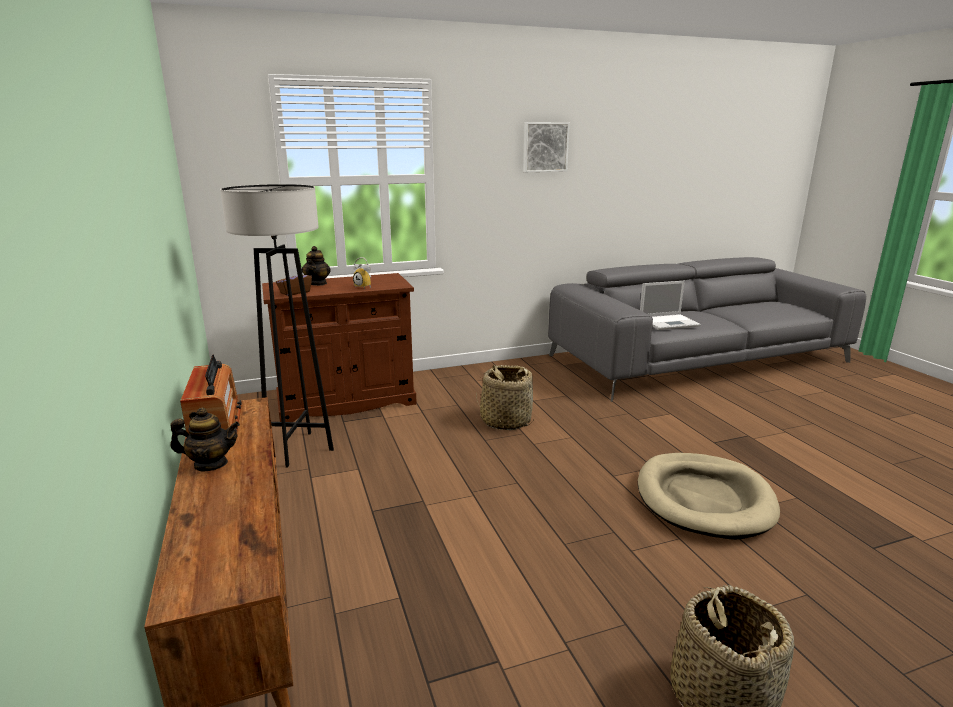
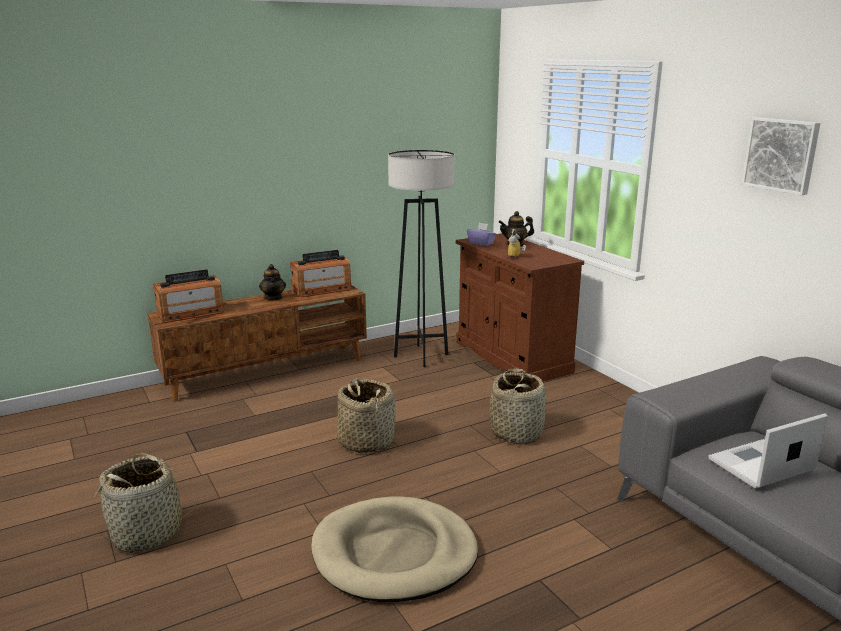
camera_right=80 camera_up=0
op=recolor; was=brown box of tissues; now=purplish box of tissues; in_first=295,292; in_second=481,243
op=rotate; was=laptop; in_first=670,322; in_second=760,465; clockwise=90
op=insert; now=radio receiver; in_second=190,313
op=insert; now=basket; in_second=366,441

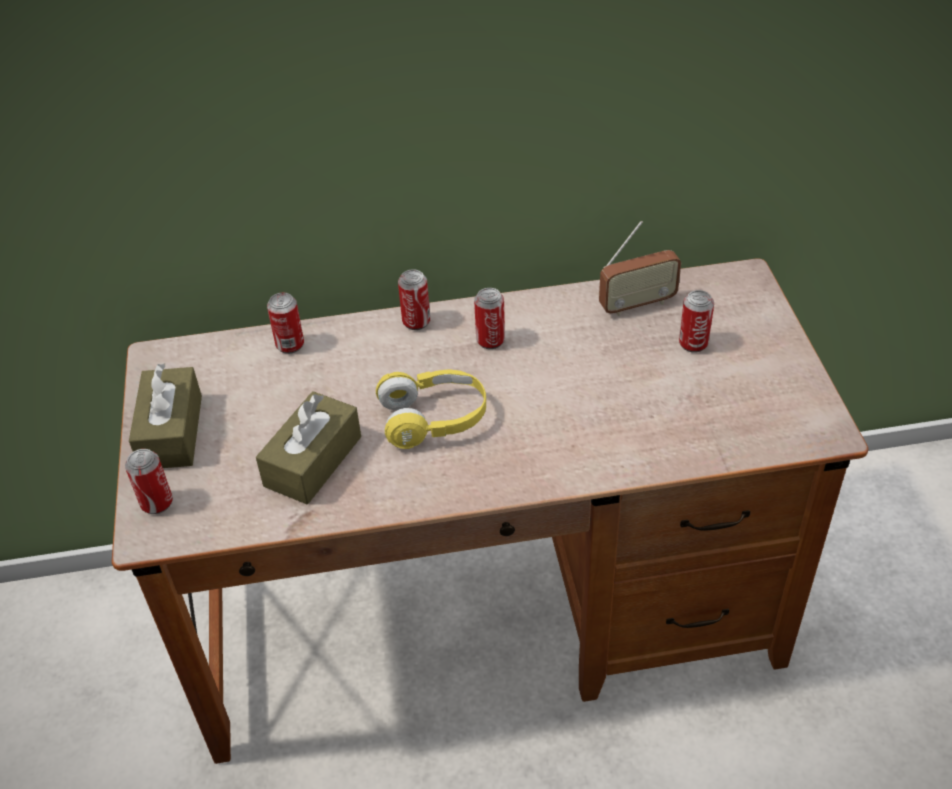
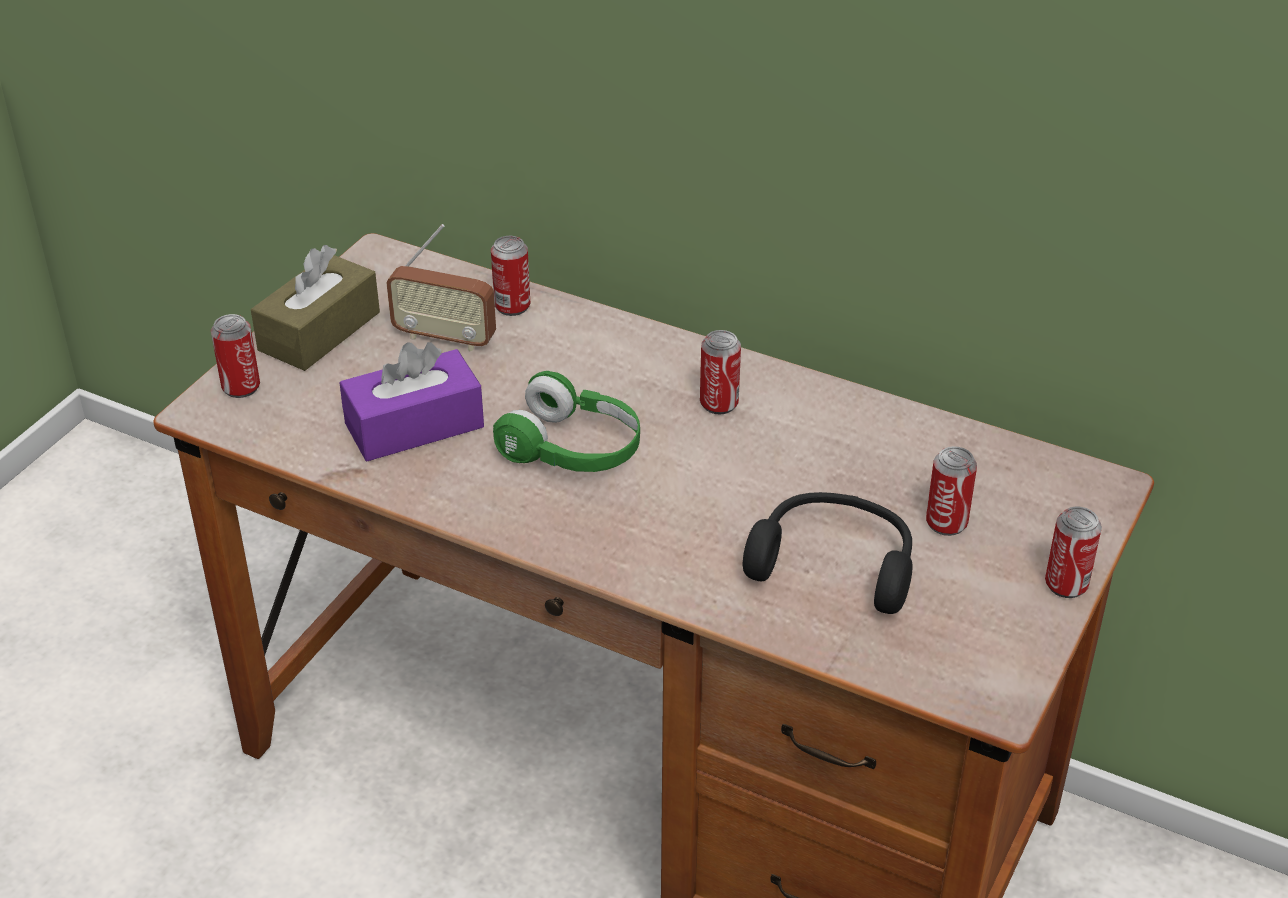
camera_right=35 camera_up=-5
op=move; was=radio receiver; in_first=637,304; in_second=445,338
op=move; was=metal can; in_first=416,322; in_second=1066,585
op=recolor; was=yellowish headset; now=greenish headset; in_first=434,419; in_second=572,449
op=recolor; was=brown box of tissues; now=purplish box of tissues; in_first=313,461; in_second=414,425
op=insert; now=black-coloured headset; in_second=834,564

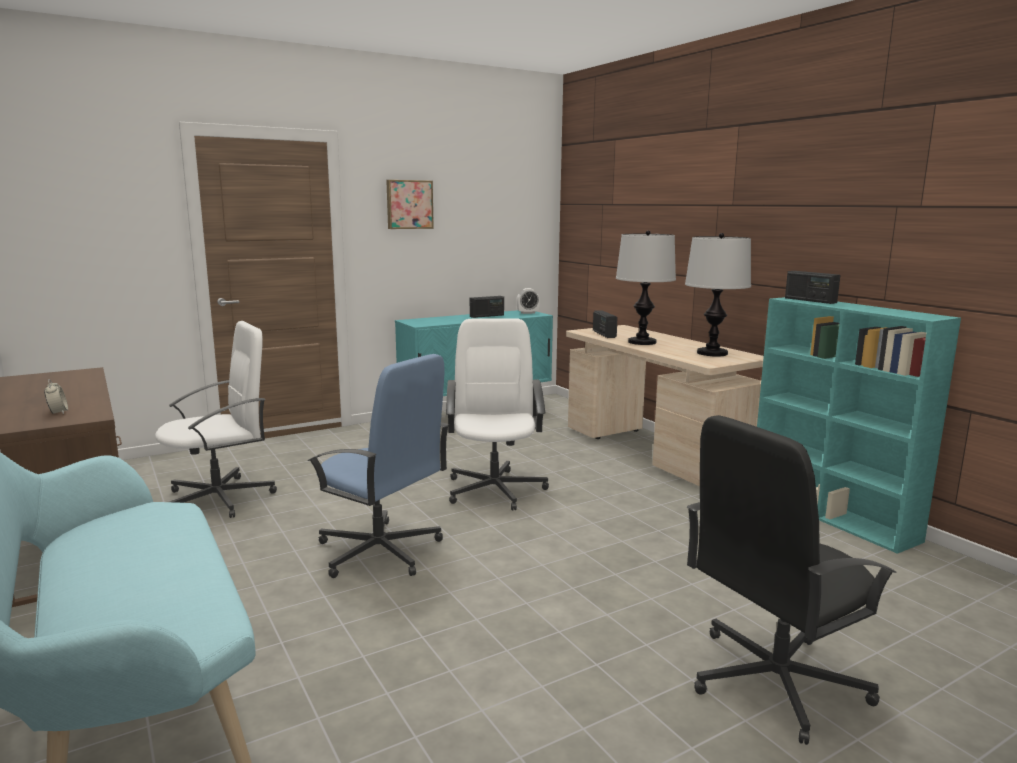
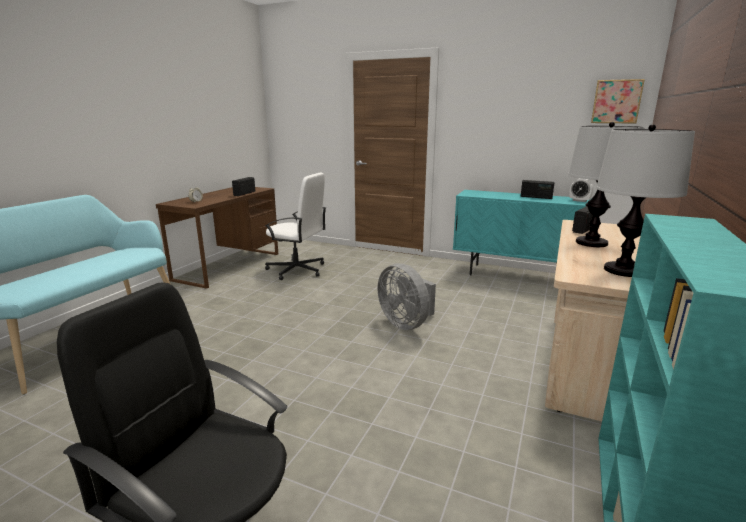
camera_right=55 camera_up=5
op=move; was=picture; in_first=409,204; in_second=616,101
op=move; was=radio receiver; in_first=810,300; in_second=244,193
op=replace; was=white computer chair; now=greyish fan; in_first=495,489; in_second=406,323
op=delete; was=blue computer chair; in_first=380,552

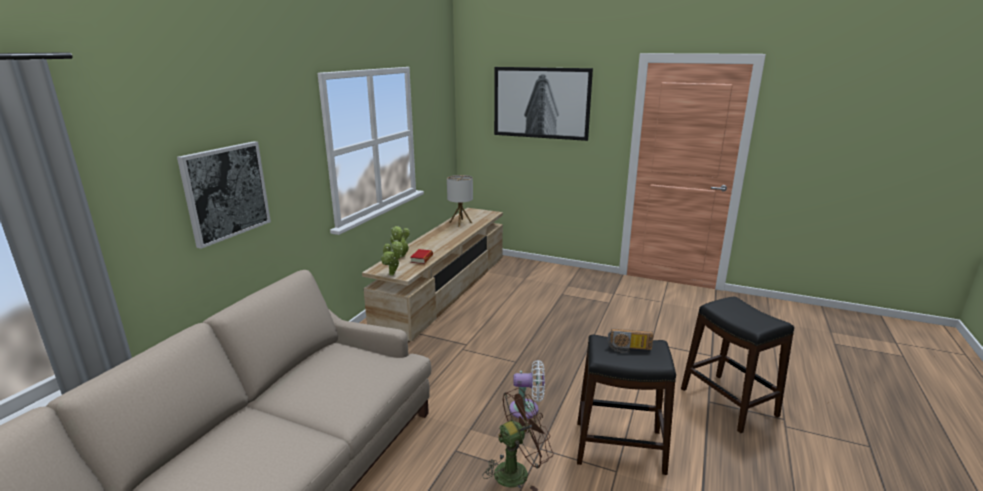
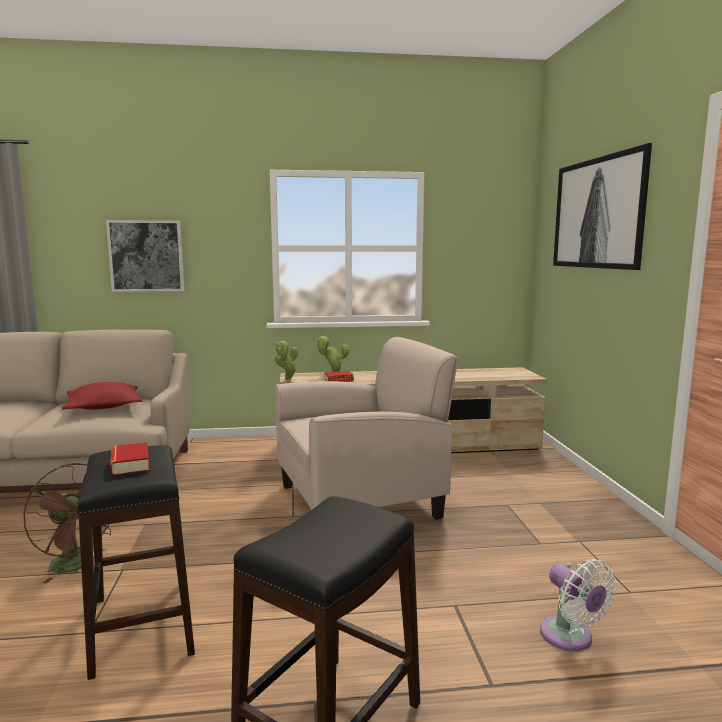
camera_right=60 camera_up=-10
op=delete; was=table lamp; in_first=460,222
op=replace; was=radio receiver; now=volume; in_first=629,349; in_second=130,464
op=move; was=white fan; in_first=527,409; in_second=570,638
op=insert; now=sand-coloured lounge chair; in_second=360,500
op=insert; now=red throw pillow; in_second=104,406

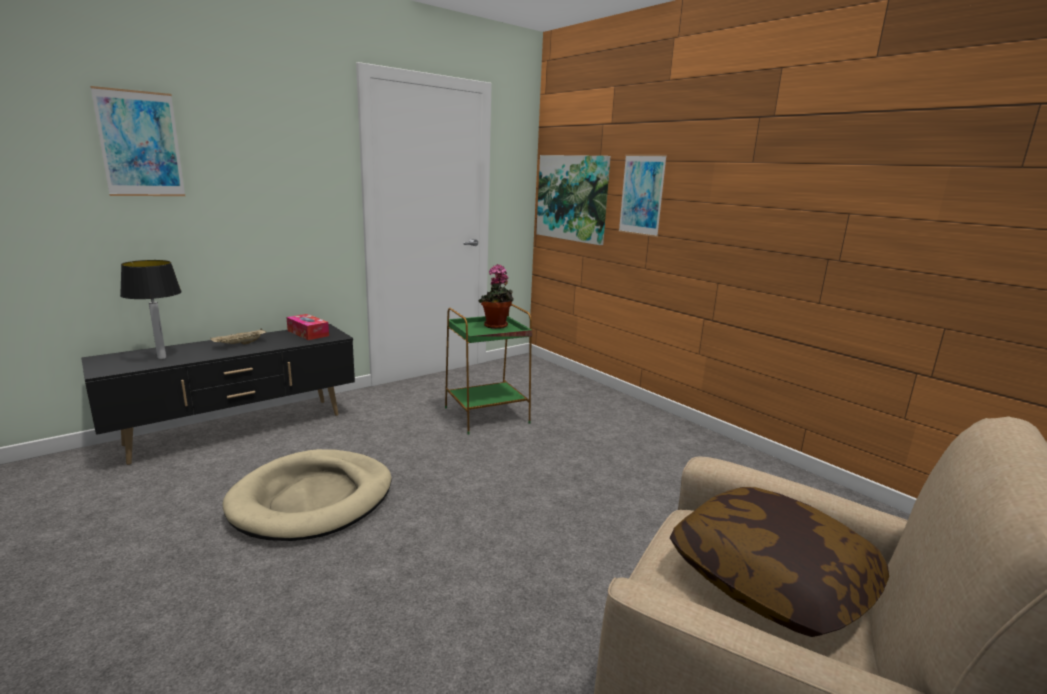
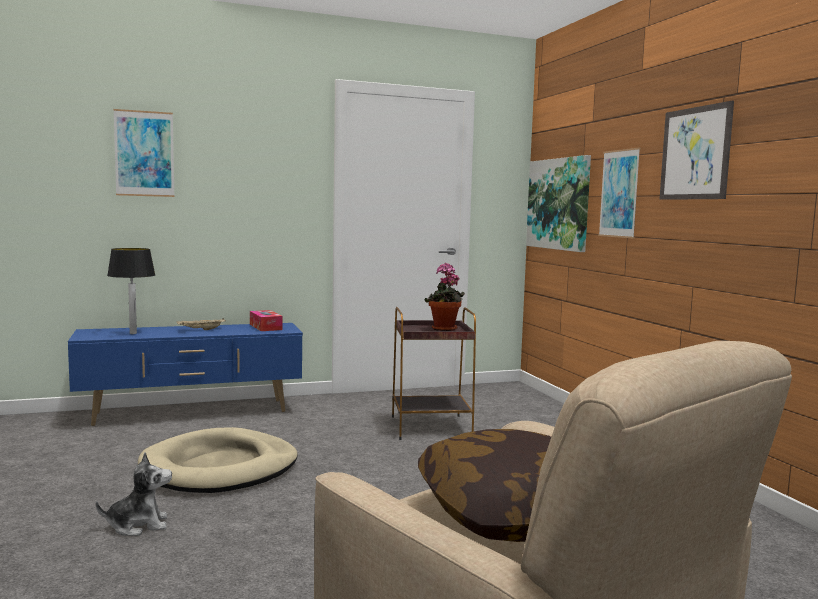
camera_right=20 camera_up=-10
op=recolor; was=greenish end table; now=brown end table; in_first=487,415; in_second=432,427
op=recolor; was=black-coloured tv stand; now=blue tv stand; in_first=239,430; in_second=192,413
op=insert; now=picture; in_second=695,153
op=insert; now=cuddly toy; in_second=138,525

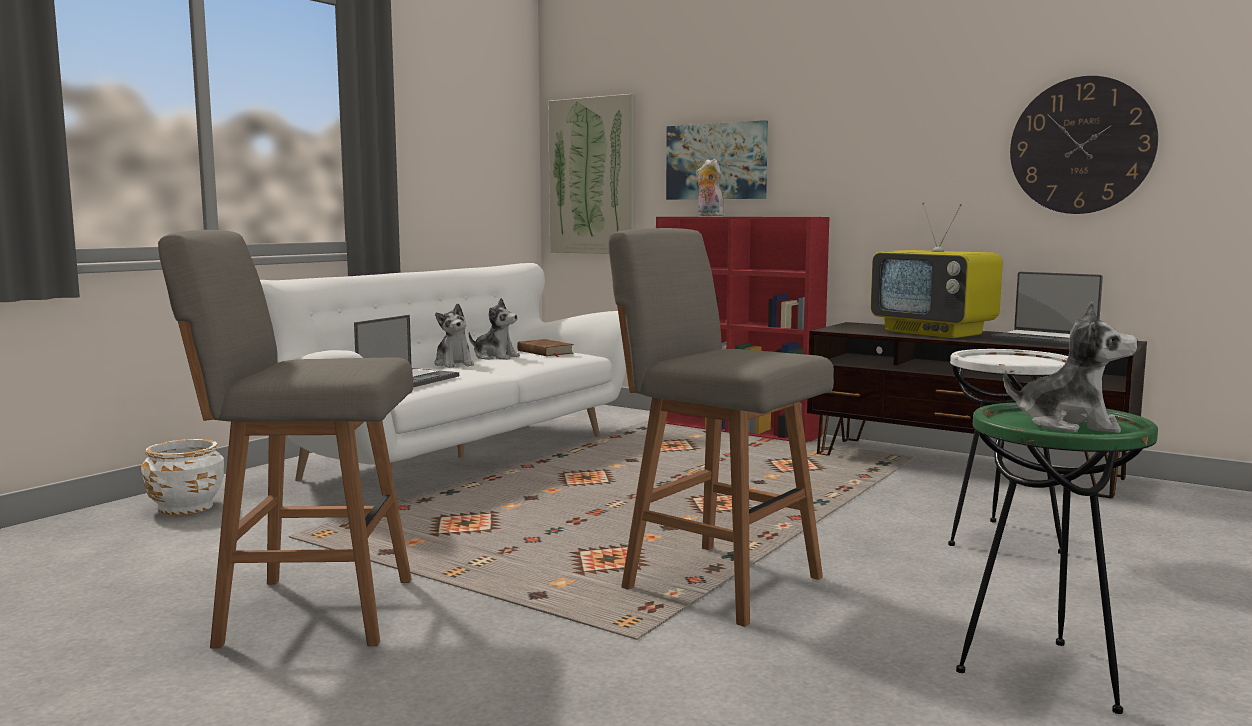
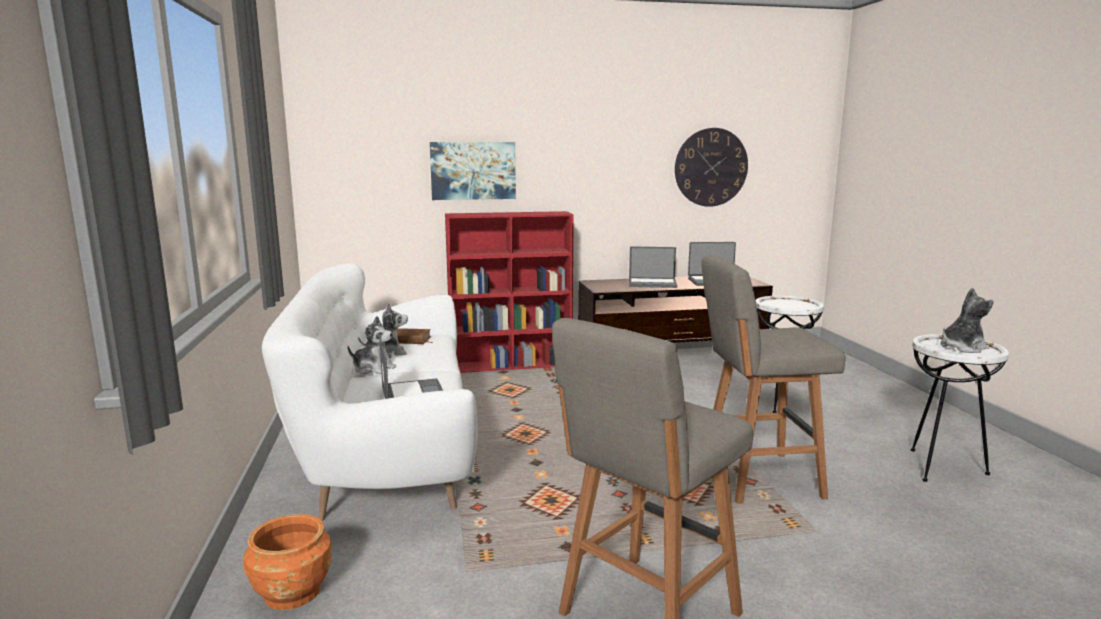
camera_right=-45 camera_up=5
op=delete; was=picture; in_first=593,176
op=delete; was=cuddly toy; in_first=708,216
op=replace; was=TV; now=laptop; in_first=934,333; in_second=653,283
op=recolor; was=greenish end table; now=white end table; in_first=1044,673; in_second=940,467
op=recolor; was=white flower pot; now=orangey flower pot; in_first=186,507; in_second=292,592

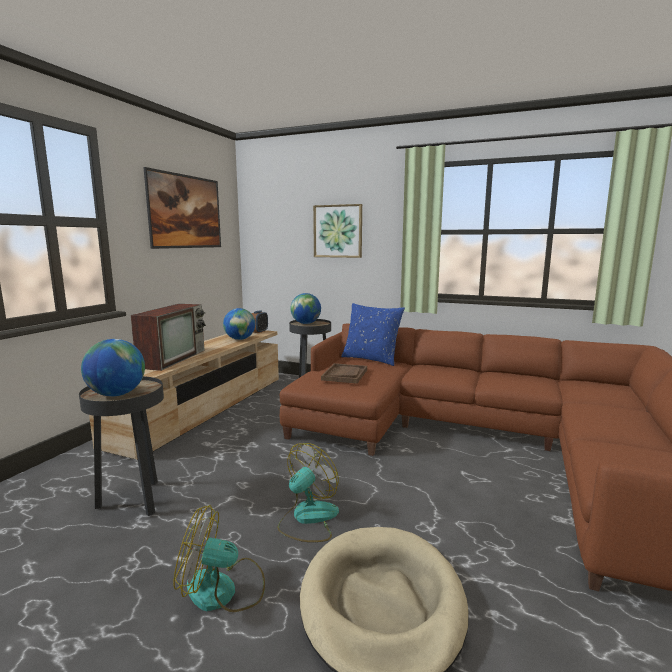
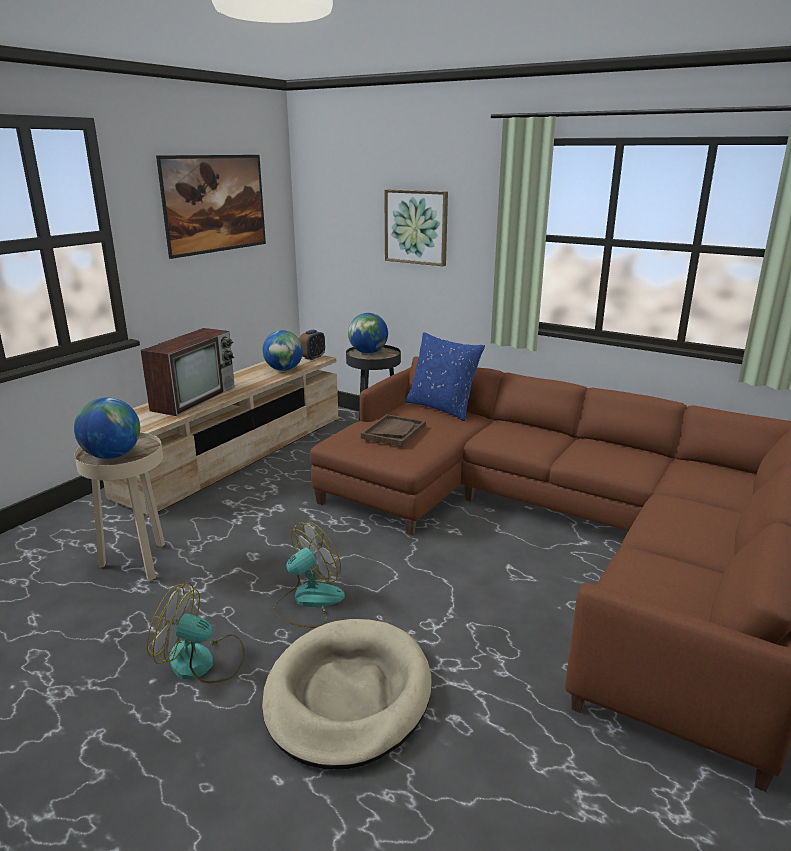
camera_right=10 camera_up=10
op=recolor; was=black-coloured end table; now=sand-coloured end table; in_first=134,501; in_second=138,563

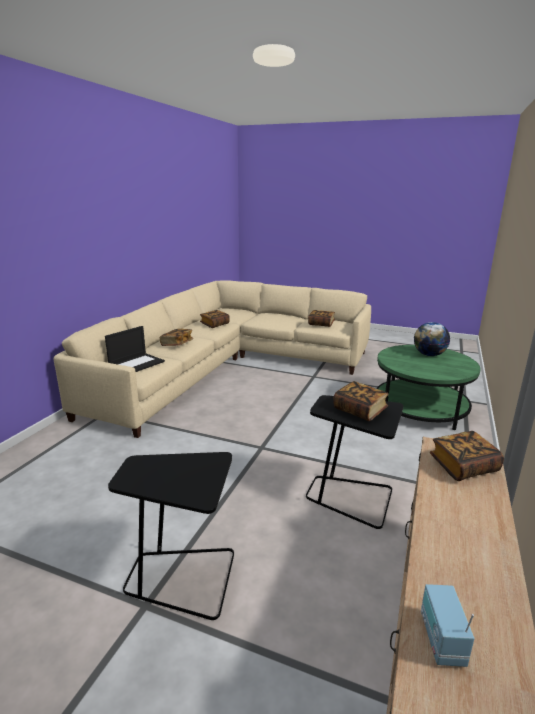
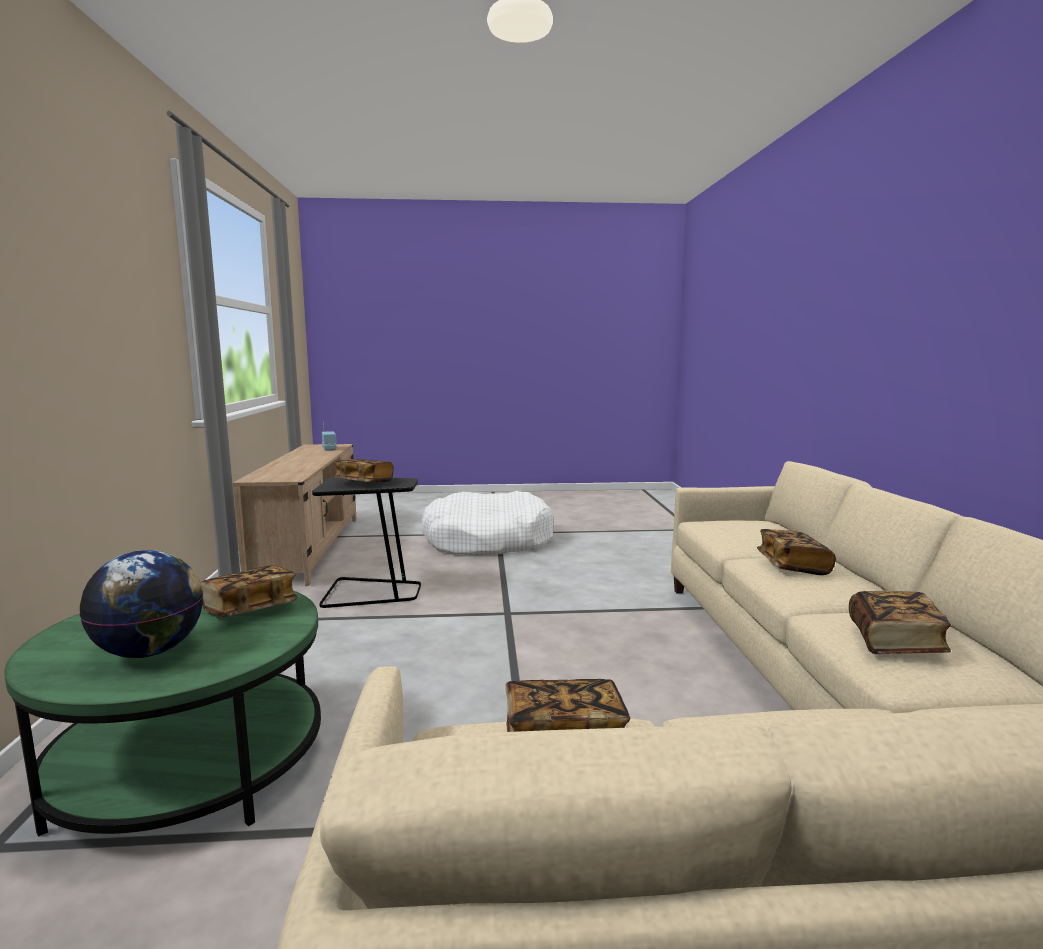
camera_right=155 camera_up=-10
op=delete; was=laptop; in_first=137,364
op=move; was=volume; in_first=463,467; in_second=250,609
op=replace; was=black-coloured end table; now=white pet bed; in_first=182,578; in_second=487,541

